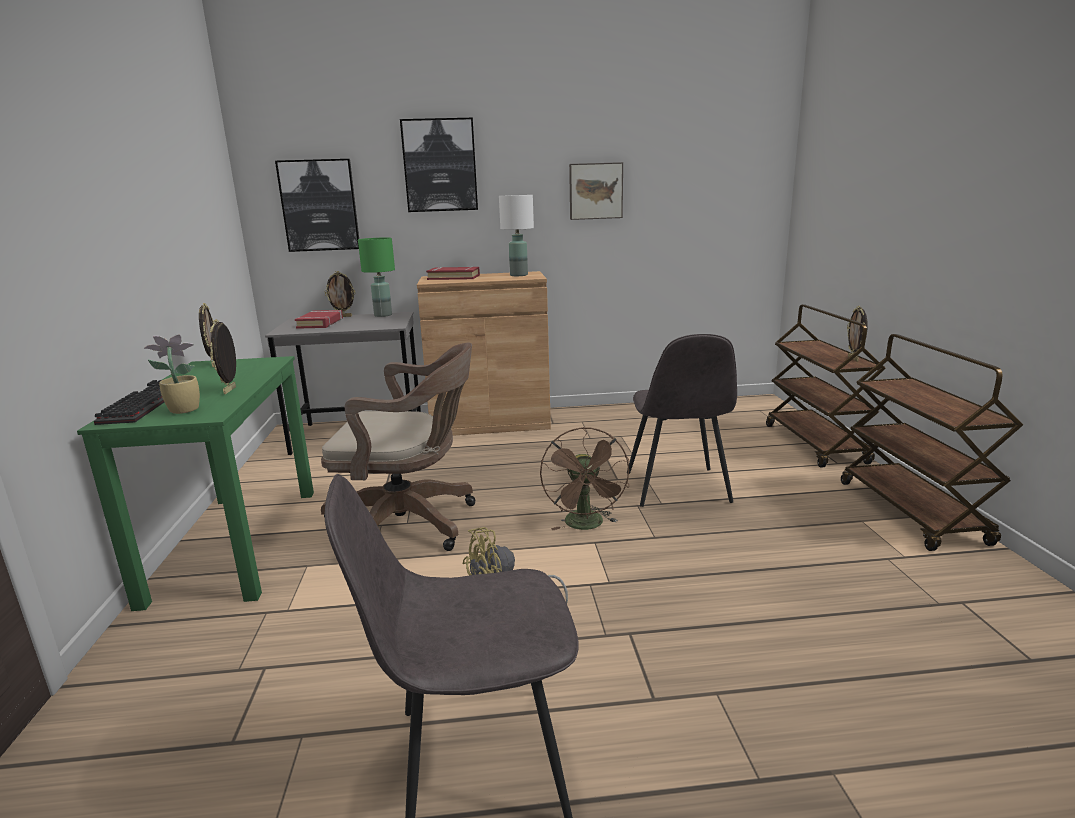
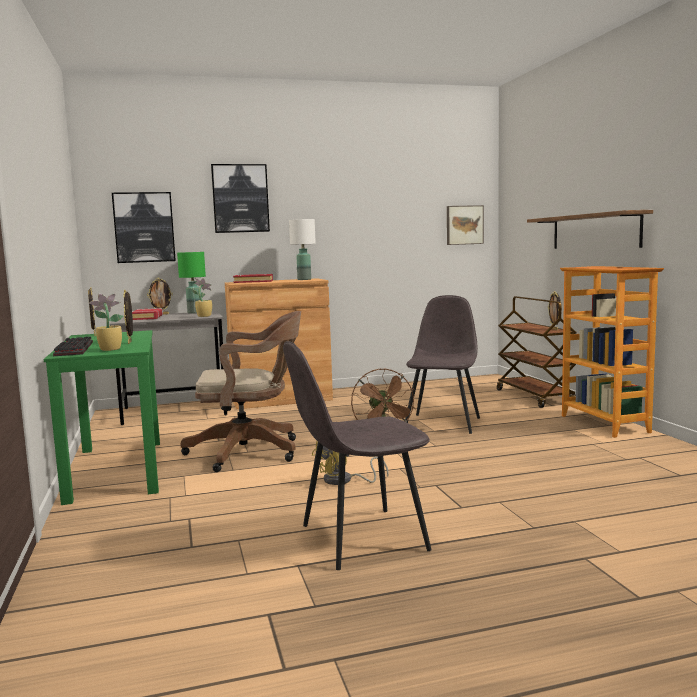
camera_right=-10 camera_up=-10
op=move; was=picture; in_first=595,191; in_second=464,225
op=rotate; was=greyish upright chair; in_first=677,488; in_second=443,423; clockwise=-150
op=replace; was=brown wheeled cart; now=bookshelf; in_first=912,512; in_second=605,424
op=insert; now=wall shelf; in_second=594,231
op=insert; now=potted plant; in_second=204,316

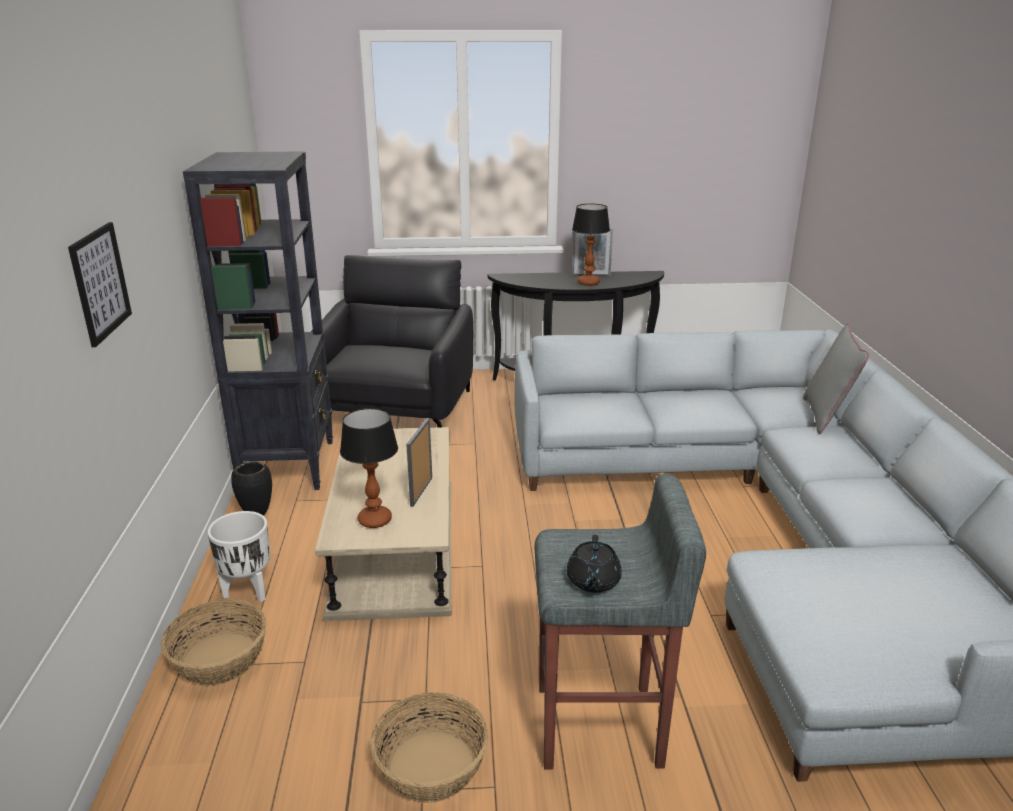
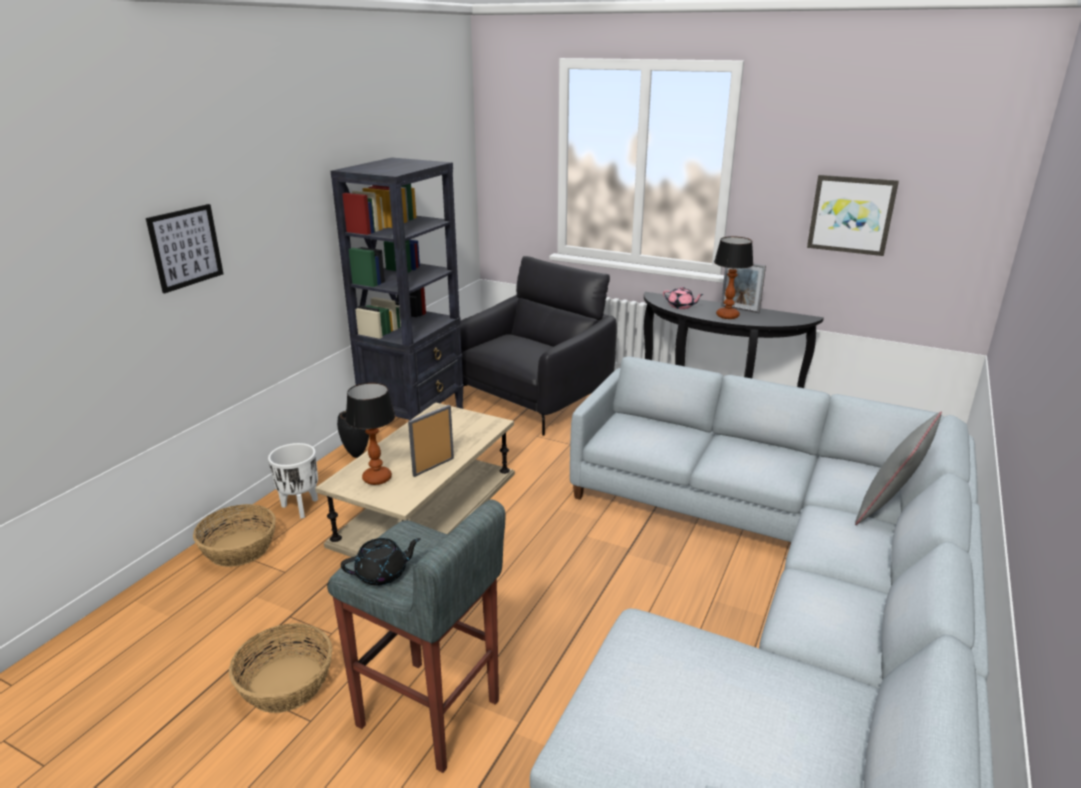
camera_right=30 camera_up=0
op=rotate; was=black-coloured teapot; in_first=593,581; in_second=382,574; clockwise=-150
op=insert; now=picture; in_second=851,214
op=insert; now=pink teapot; in_second=681,306

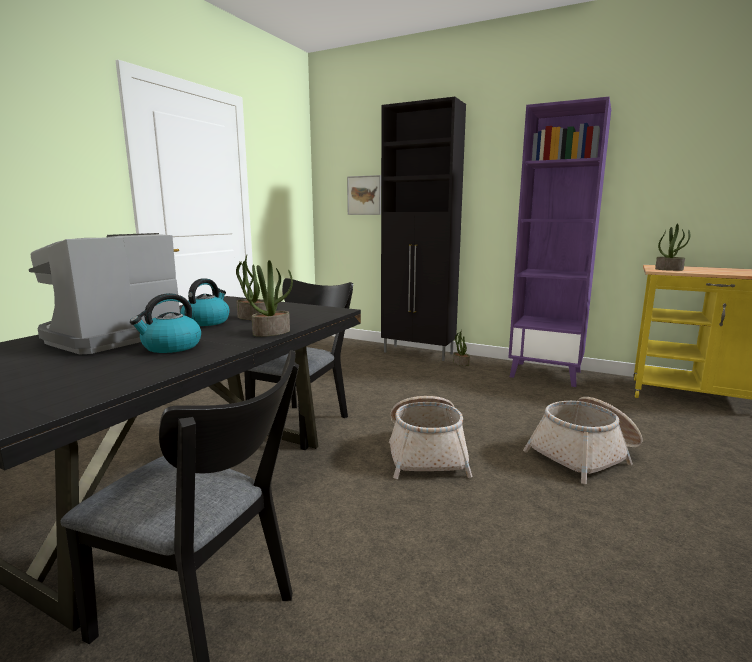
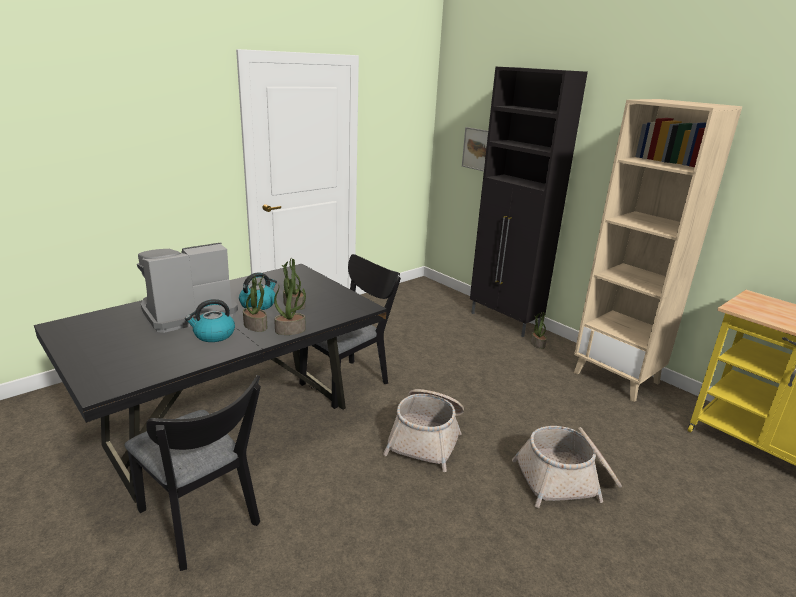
camera_right=20 camera_up=10
op=recolor; was=purplish bookshelf; now=sand-coloured bookshelf; in_first=546,374; in_second=617,378
op=move; was=potted plant; in_first=669,269; in_second=256,326

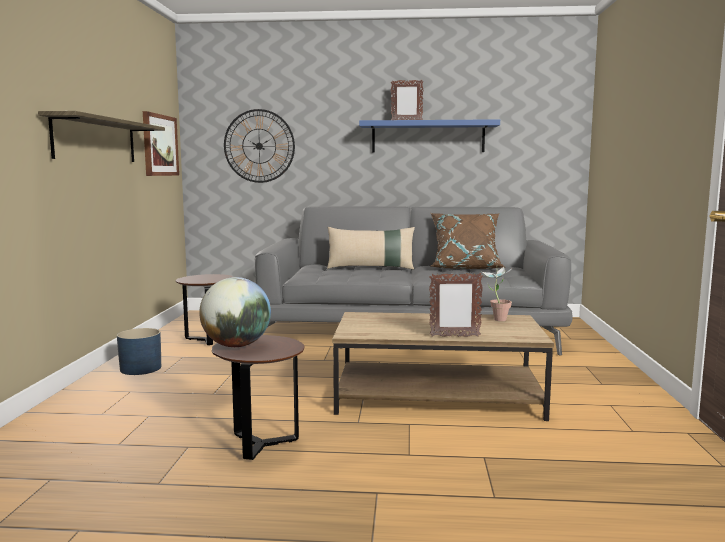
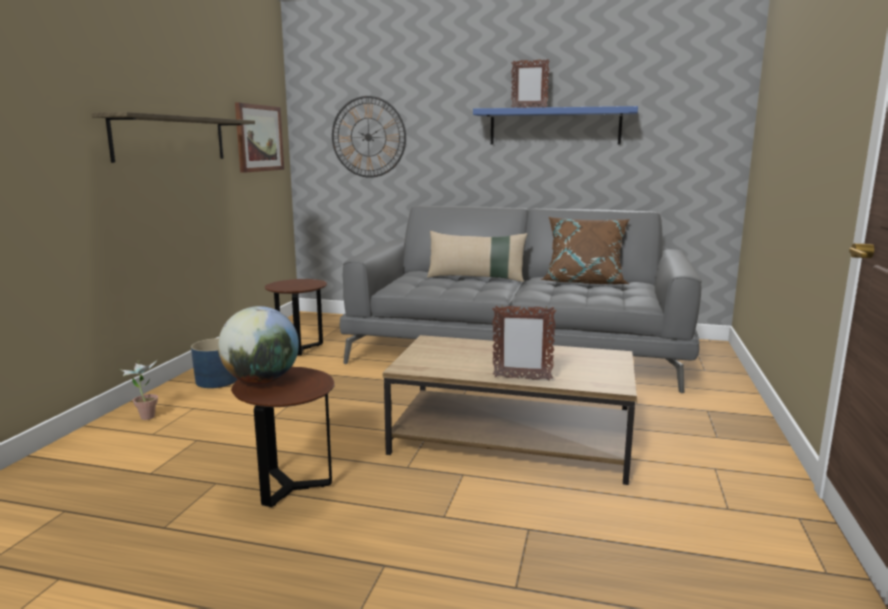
camera_right=10 camera_up=5
op=move; was=potted plant; in_first=495,319; in_second=145,415

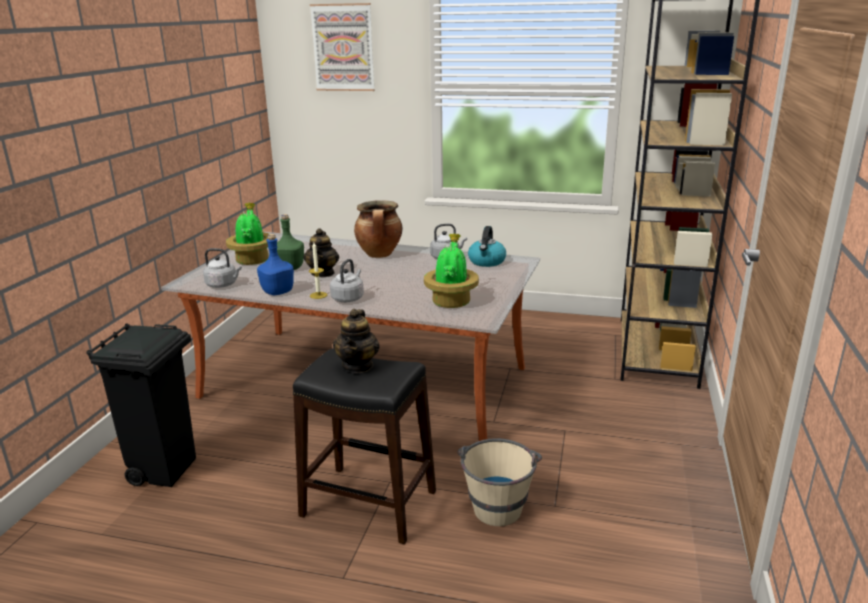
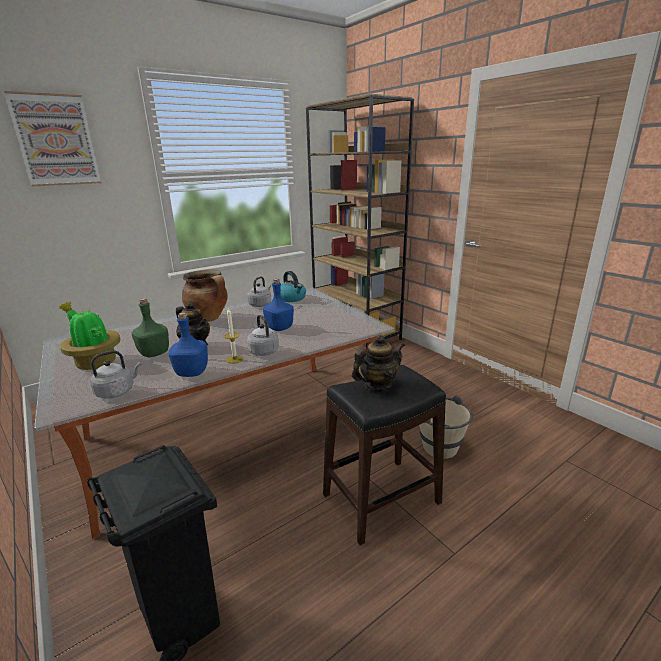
camera_right=-50 camera_up=0
op=delete; was=potted plant; in_first=451,301
op=rotate; was=teapot; in_first=358,365; in_second=378,385; clockwise=-75
op=insert; now=blue bottle; in_second=280,328

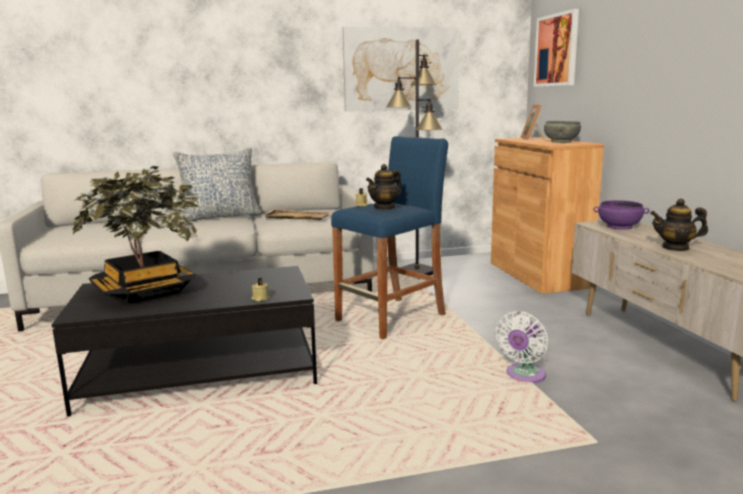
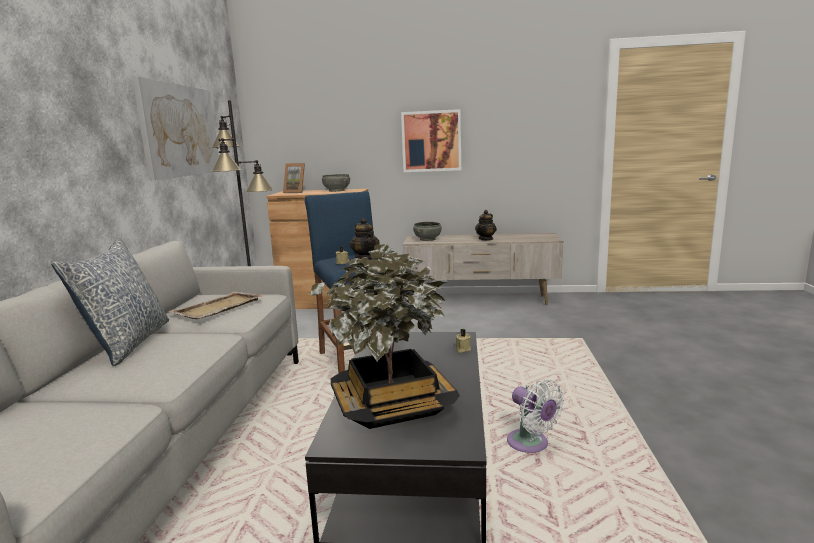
camera_right=-70 camera_up=0
op=move; was=picture; in_first=556,50; in_second=431,141
op=recolor; was=purplish serving bowl; now=greyish serving bowl; in_first=619,227; in_second=427,239
op=move; was=white fan; in_first=523,375; in_second=531,444

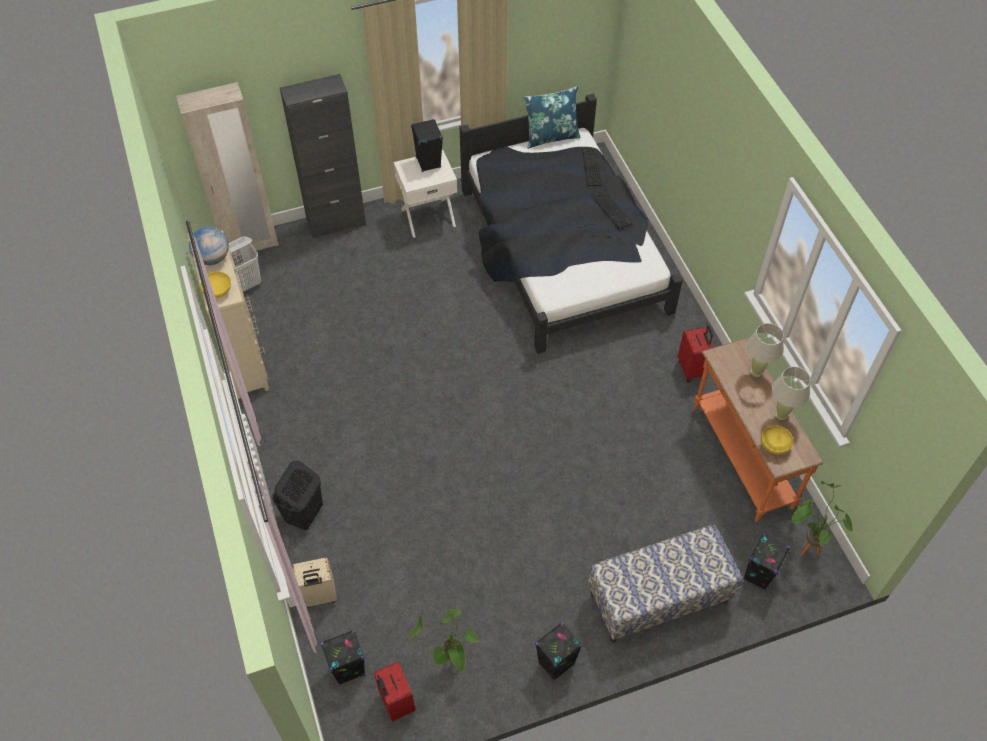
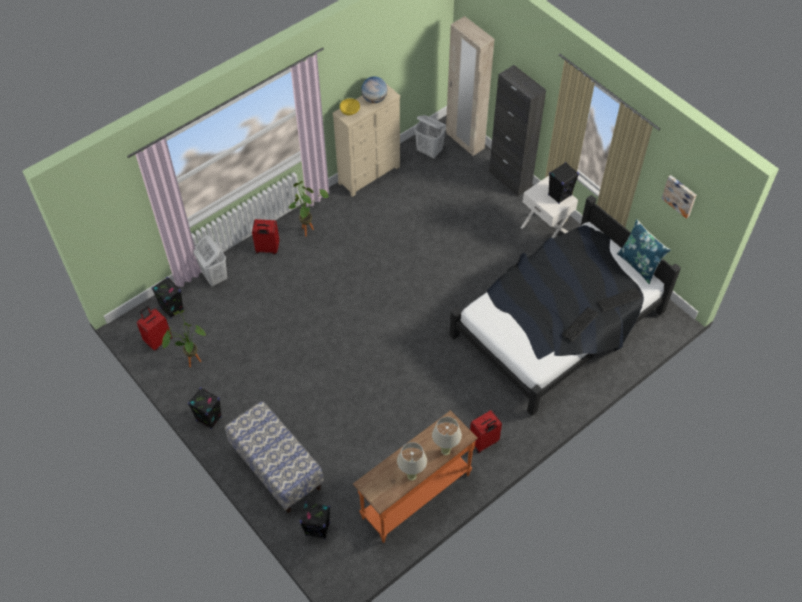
camera_right=70 camera_up=0
op=delete; was=yellowish serving bowl; in_first=775,445
op=replace; was=black-coloured washing basket; now=red travel case; in_first=304,515; in_second=267,249
op=move; was=potted plant; in_first=804,547; in_second=308,229
op=replace; was=sand-coloured travel case; now=white washing basket; in_first=318,596; in_second=214,277
op=insert; now=picture; in_second=680,195

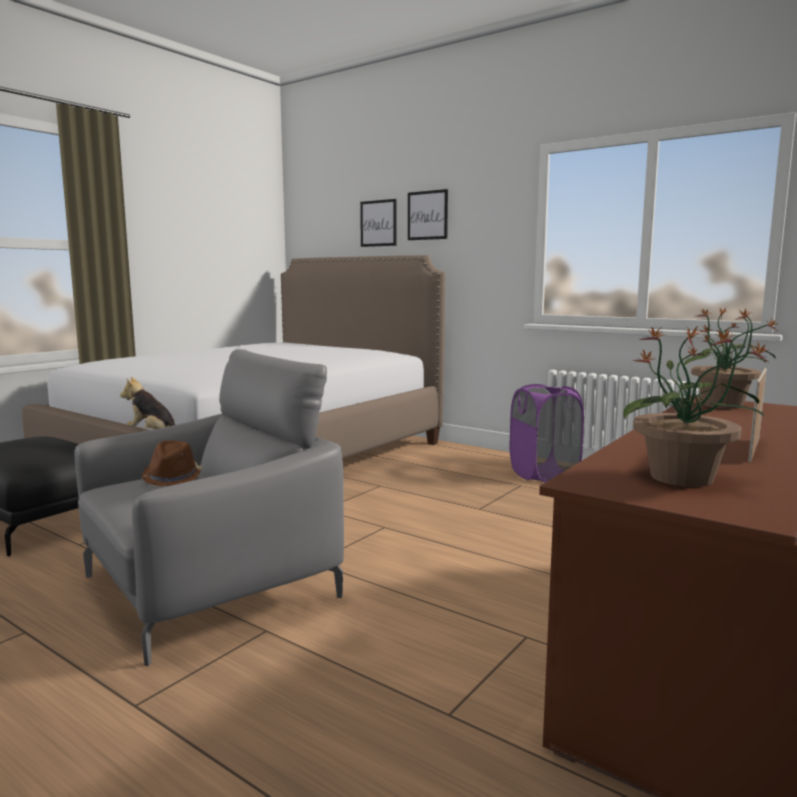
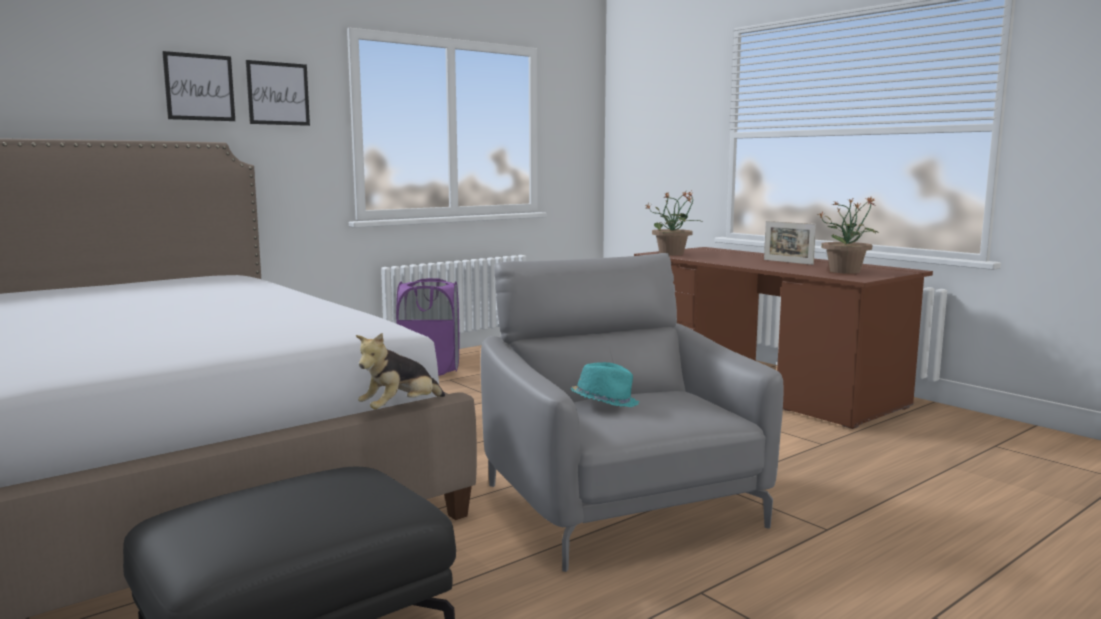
camera_right=-75 camera_up=0
op=move; was=picture; in_first=378,223; in_second=278,93
op=recolor; was=brown hat; now=turquoise hat; in_first=173,477; in_second=604,402

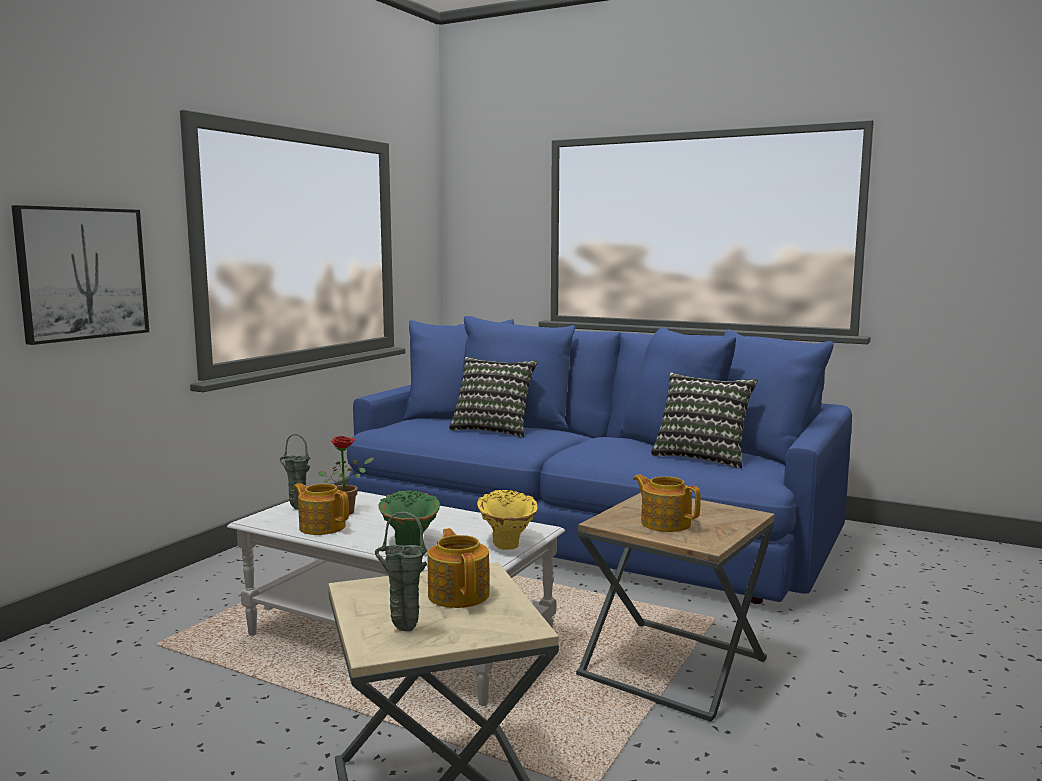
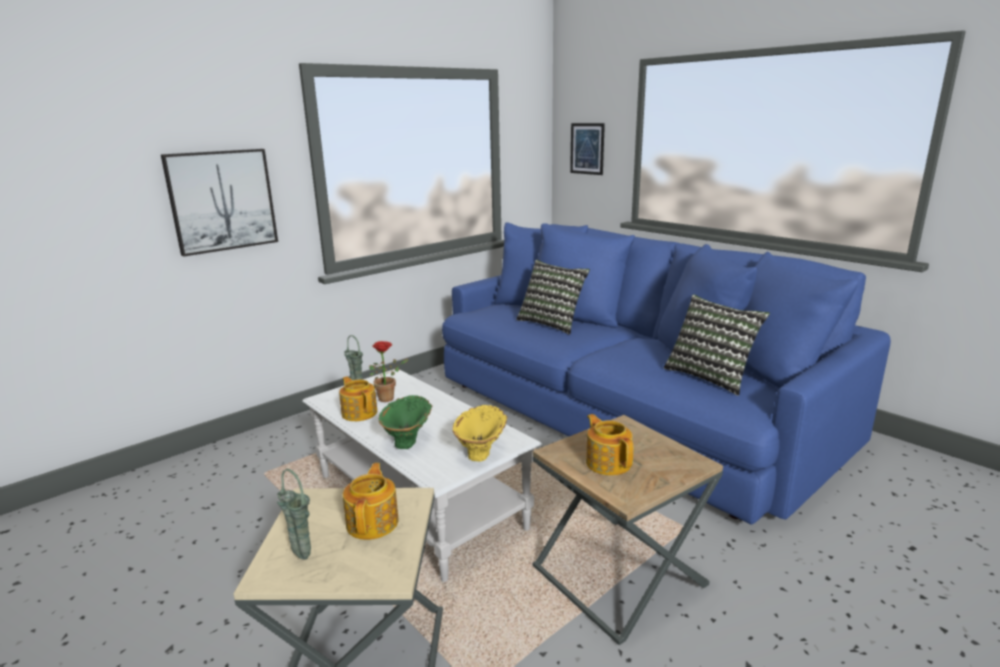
camera_right=20 camera_up=10
op=insert; now=picture; in_second=587,148

